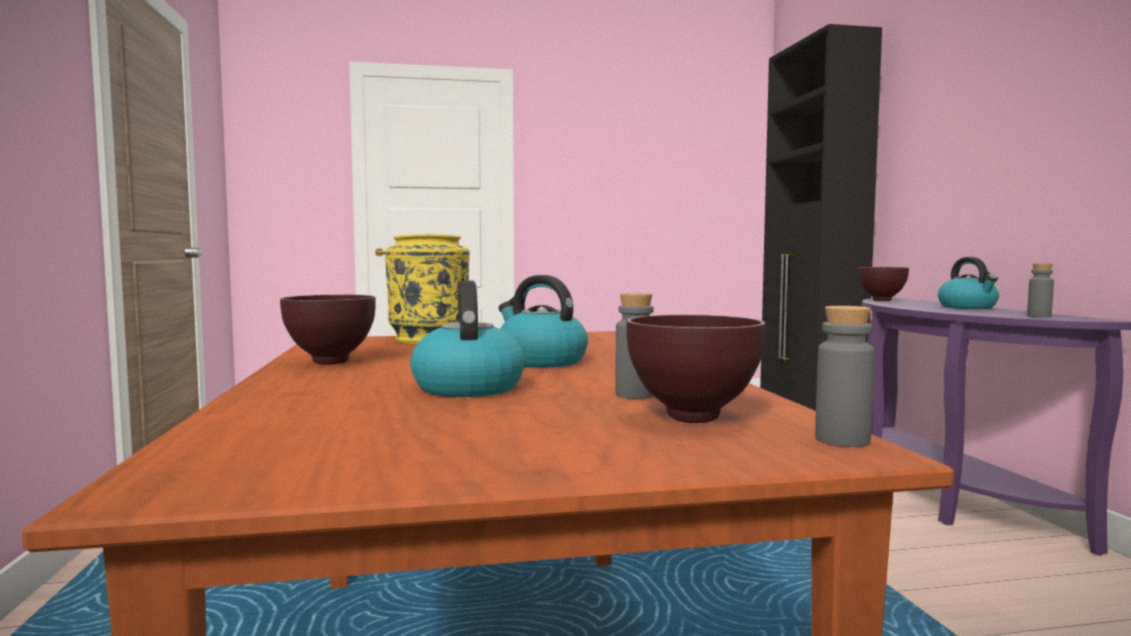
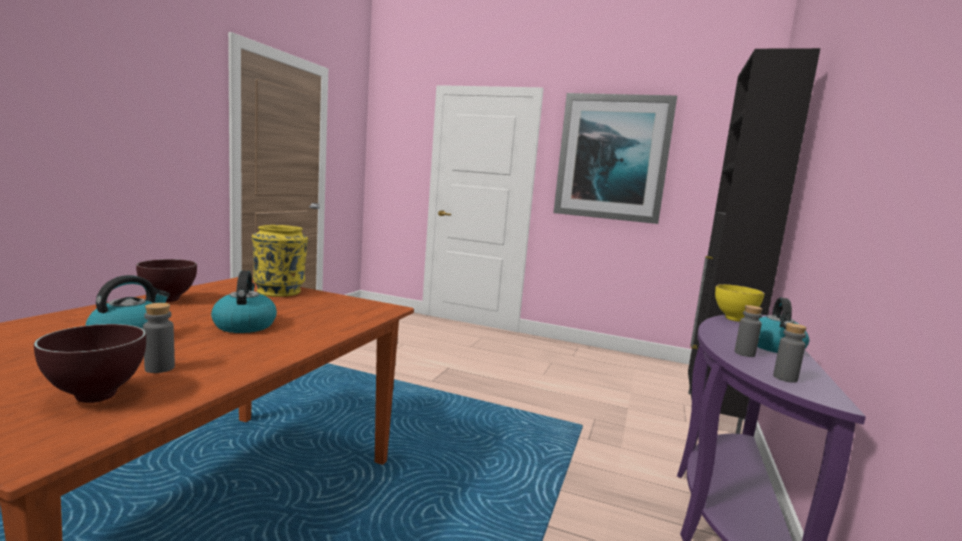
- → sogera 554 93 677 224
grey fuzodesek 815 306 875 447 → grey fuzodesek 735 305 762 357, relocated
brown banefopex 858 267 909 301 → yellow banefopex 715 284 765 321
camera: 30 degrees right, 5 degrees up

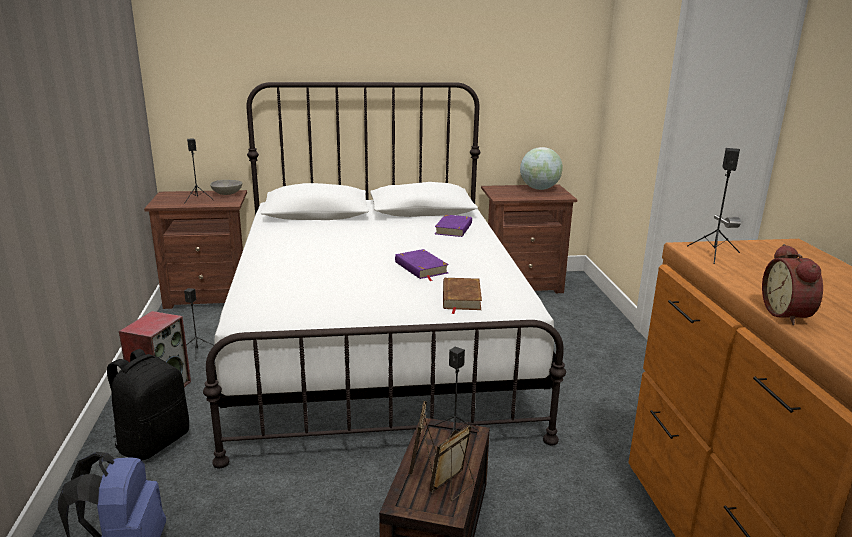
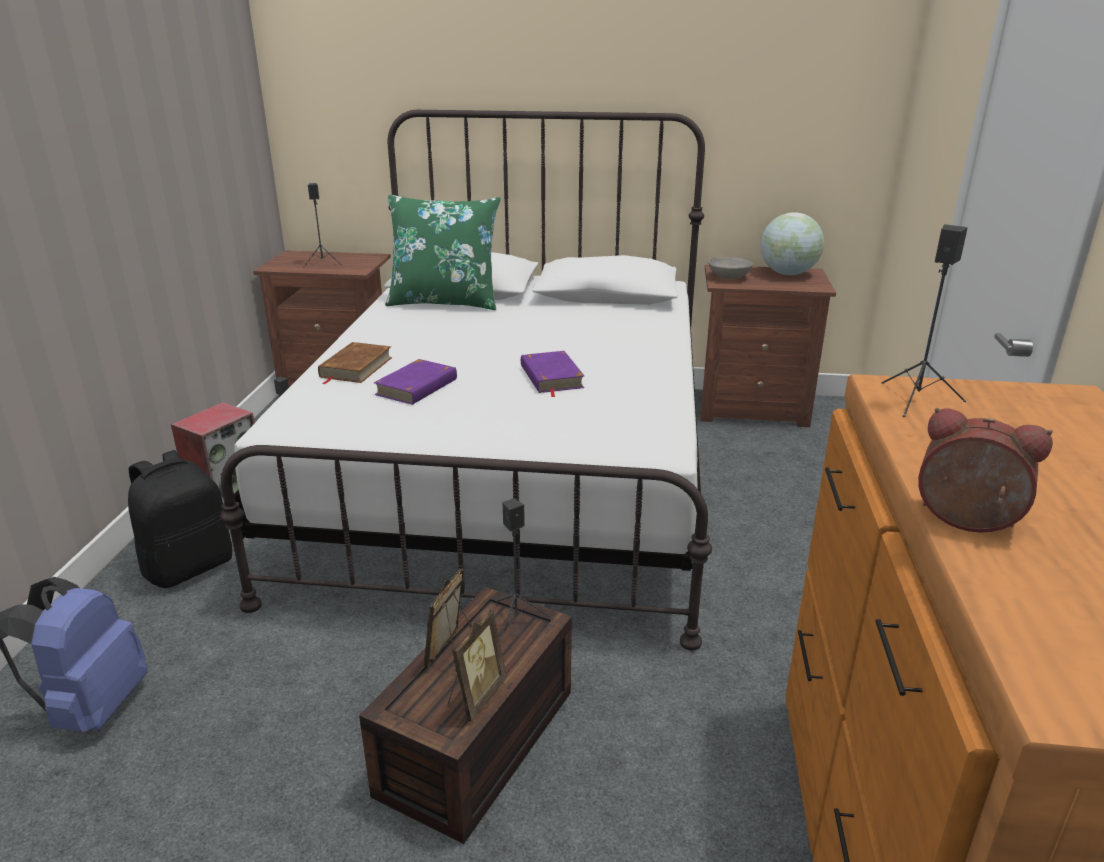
- → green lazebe 385 195 501 310
grey banefopex 210 180 242 195 → grey banefopex 708 257 753 279, relocated
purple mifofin 435 214 472 237 → purple mifofin 374 359 457 405, relocated
brown mifofin 443 278 482 314 → brown mifofin 318 342 392 384, relocated
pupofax 429 425 474 501 → pupofax 447 609 507 722, 150 degrees clockwise
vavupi 762 244 823 325 → vavupi 918 408 1053 533, 105 degrees clockwise
camera: 15 degrees right, 5 degrees up

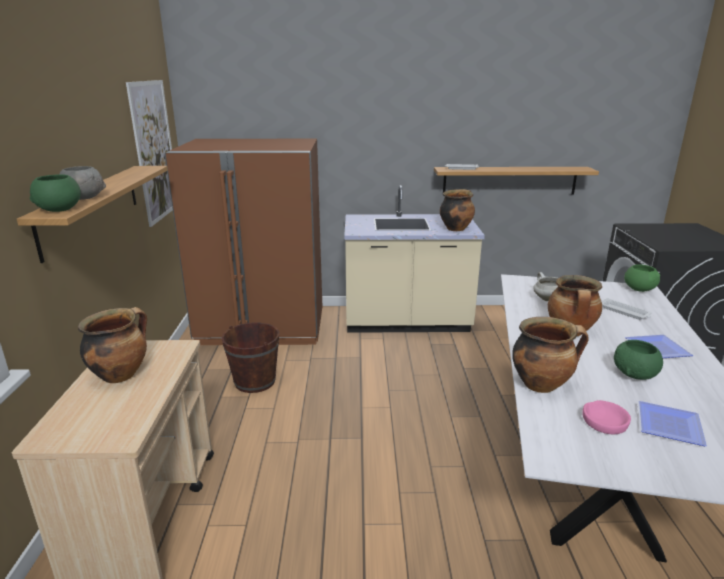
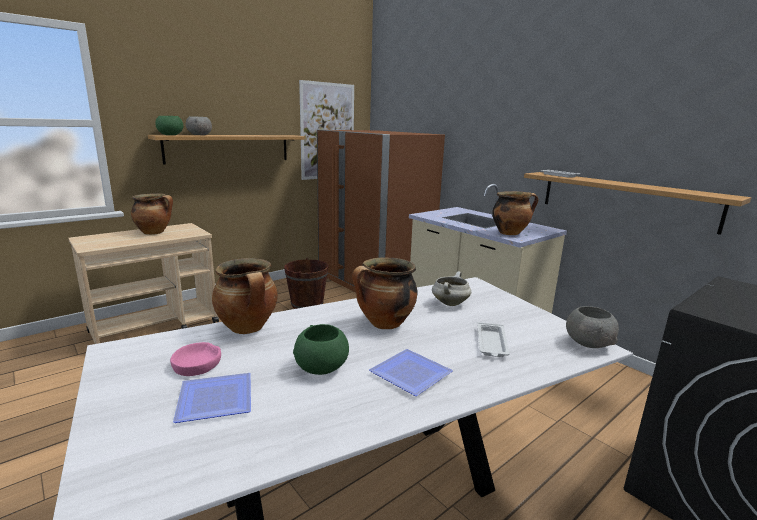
green banefopex 624 264 660 292 → grey banefopex 566 306 619 348
camera: 50 degrees right, 5 degrees down

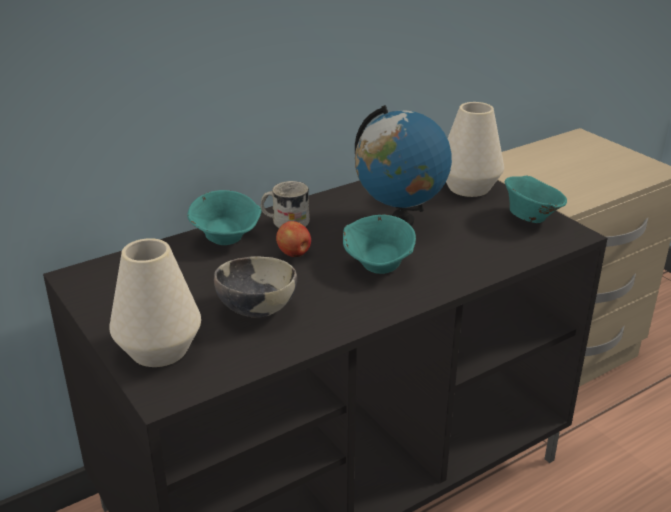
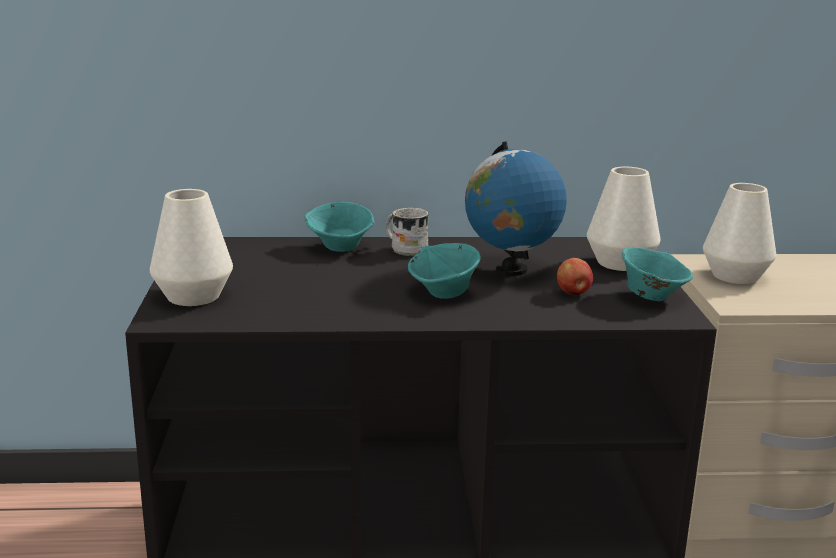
banefopex 214 256 297 318 → -
- → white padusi 703 183 776 284
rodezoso 276 221 311 257 → rodezoso 557 258 593 295, relocated
camera: 30 degrees right, 10 degrees down

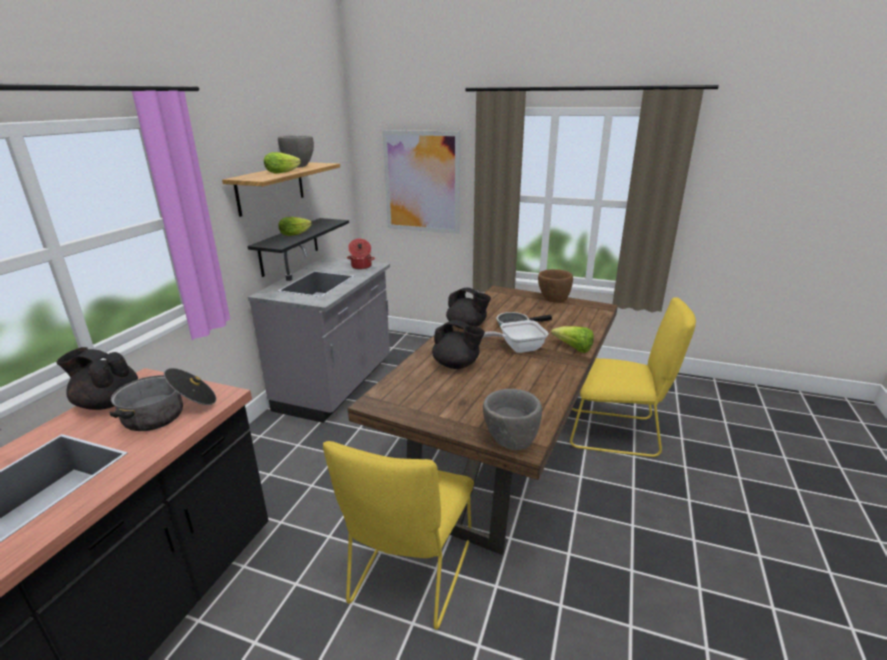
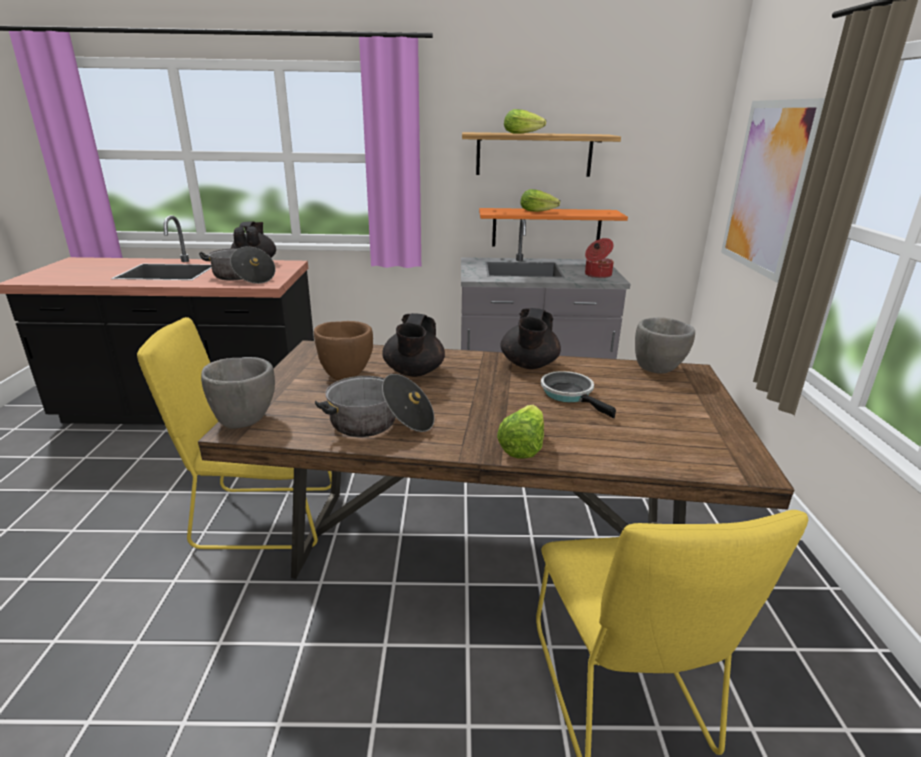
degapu 483 320 549 353 → -
- → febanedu 315 374 435 437
grey banefopex 278 135 314 168 → grey banefopex 635 317 695 374, relocated
brown banefopex 538 269 573 303 → brown banefopex 314 321 373 380, relocated
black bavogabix 248 218 349 277 → orange bavogabix 479 208 628 247
camera: 70 degrees right, 0 degrees up

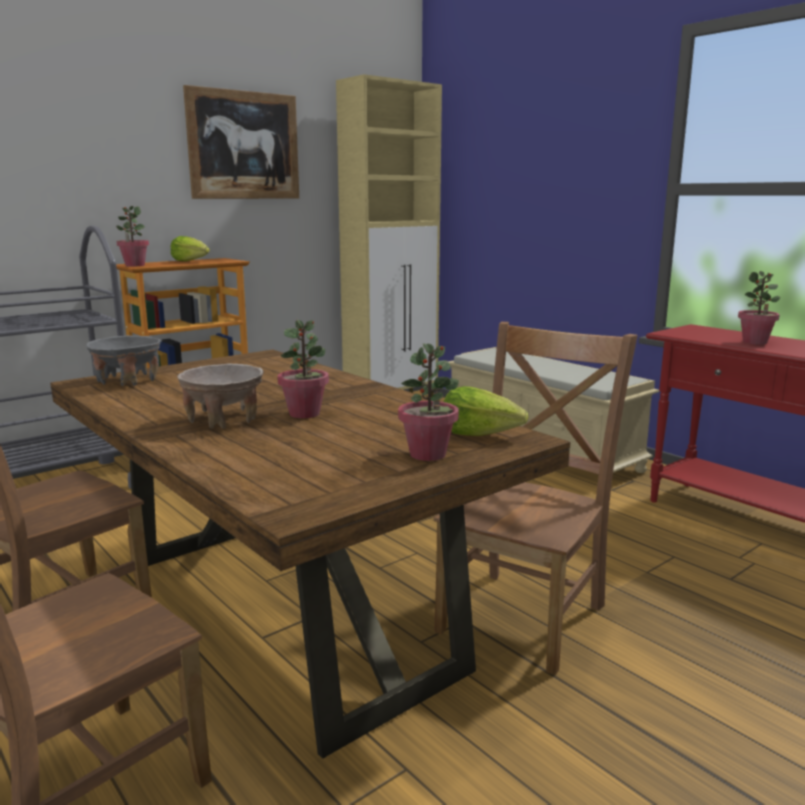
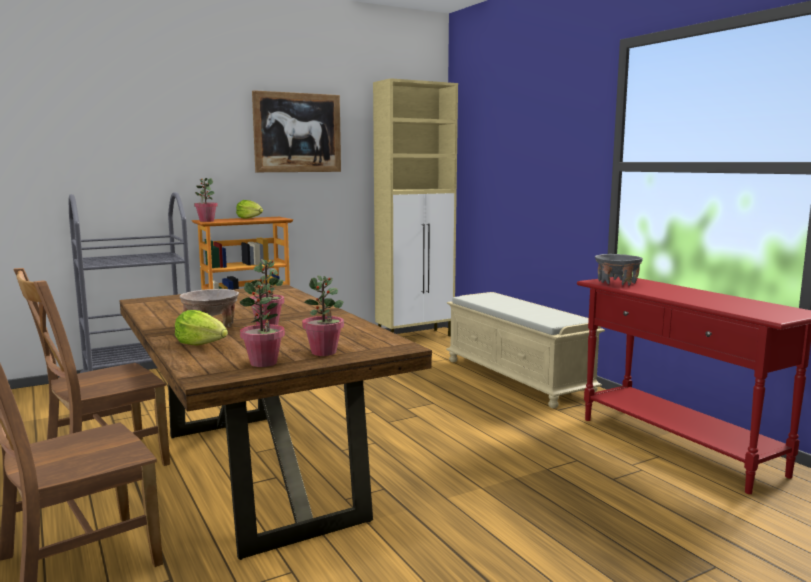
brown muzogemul 434 322 638 675 → -
grey banefopex 86 335 161 386 → grey banefopex 595 254 643 286, relocated
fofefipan 444 386 528 436 → fofefipan 175 310 228 345, relocated
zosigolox 738 271 781 345 → zosigolox 240 281 285 367, relocated
camera: 10 degrees right, 5 degrees down

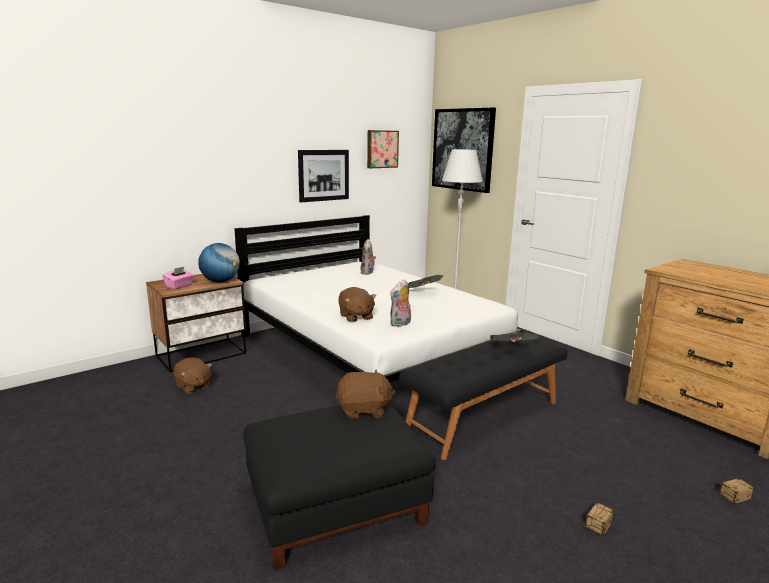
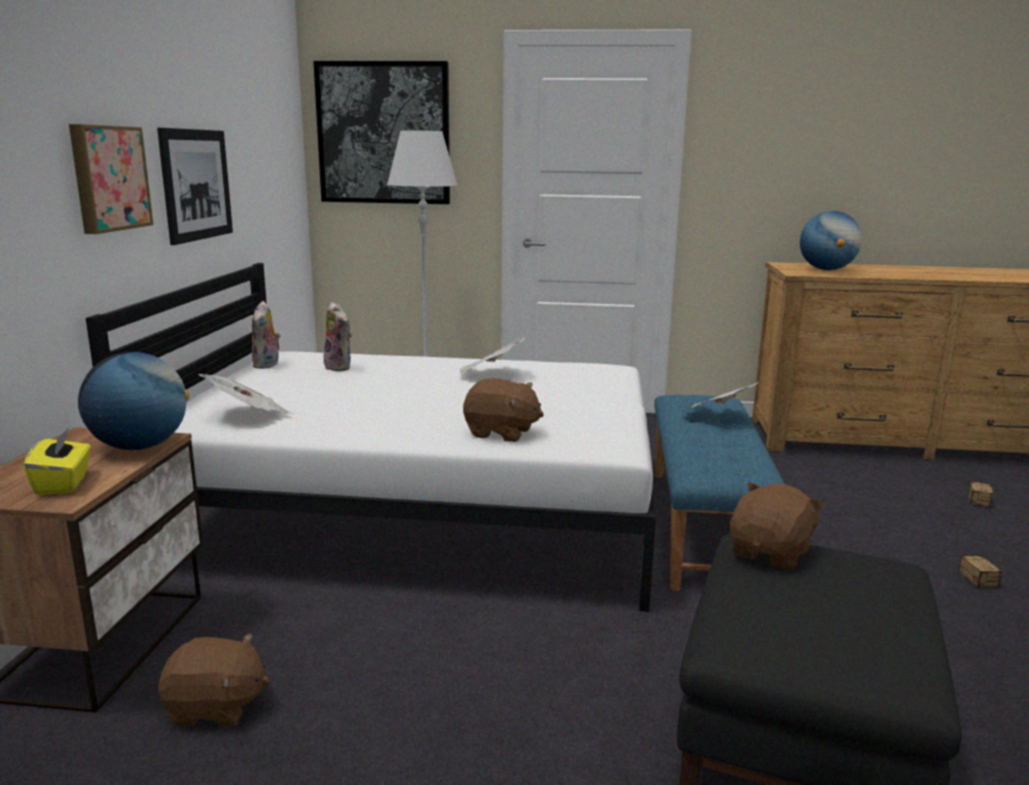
- → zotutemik 198 374 293 414
- → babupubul 800 211 862 270
sogera 367 130 399 168 → sogera 69 124 153 234, relocated
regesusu 390 279 411 327 → regesusu 252 301 280 369, relocated
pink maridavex 163 267 194 289 → yellow maridavex 24 428 91 495
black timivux 399 332 568 460 → blue timivux 654 395 785 591
camera: 45 degrees left, 0 degrees up

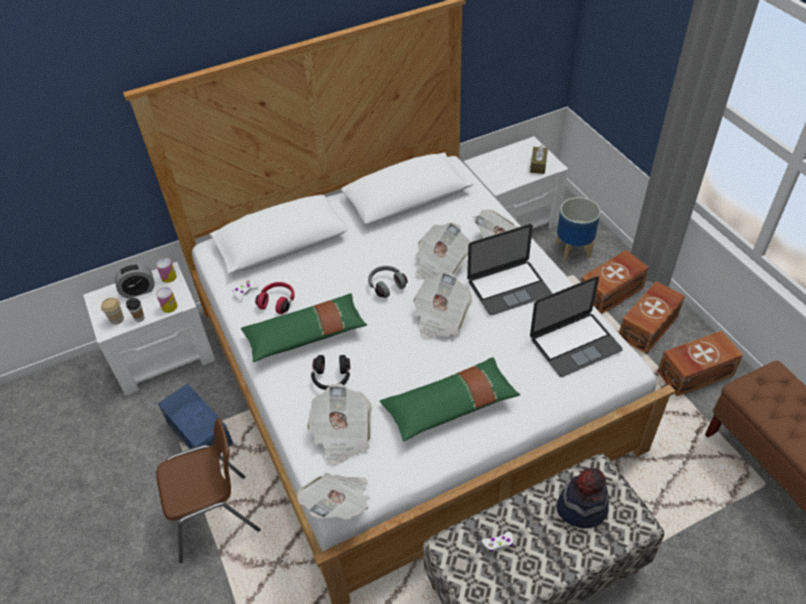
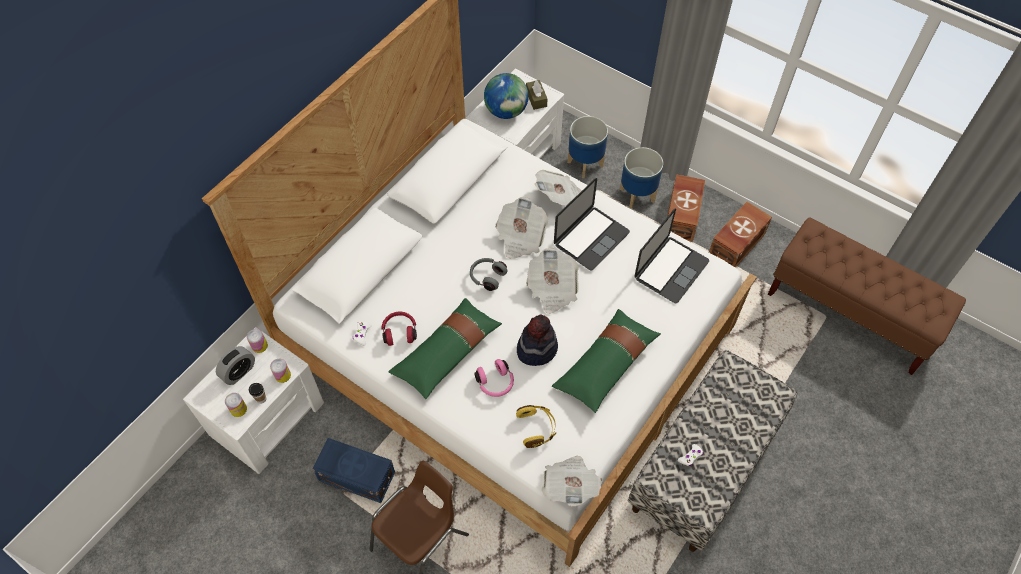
- → babupubul 484 73 529 119
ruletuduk 557 468 609 528 → ruletuduk 517 315 558 366, relocated
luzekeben 101 298 124 325 → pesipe 225 393 247 417
zotutemik 307 383 372 465 → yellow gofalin 516 405 556 448
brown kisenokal 580 250 649 314 → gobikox 620 147 663 209
black gofalin 311 355 350 390 → pink gofalin 474 359 514 397
camera: 30 degrees left, 10 degrees up

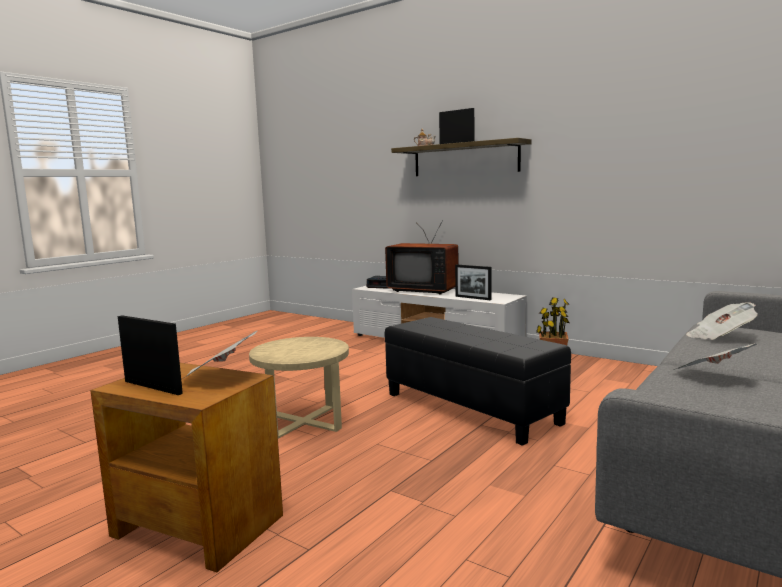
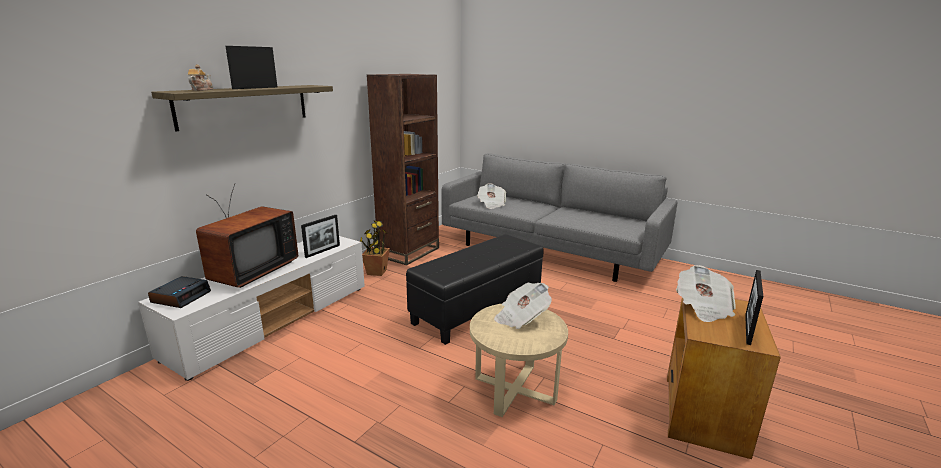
- → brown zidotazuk 367 74 439 266
zotutemik 673 343 757 370 → zotutemik 494 283 552 329, relocated
camera: 95 degrees left, 10 degrees up

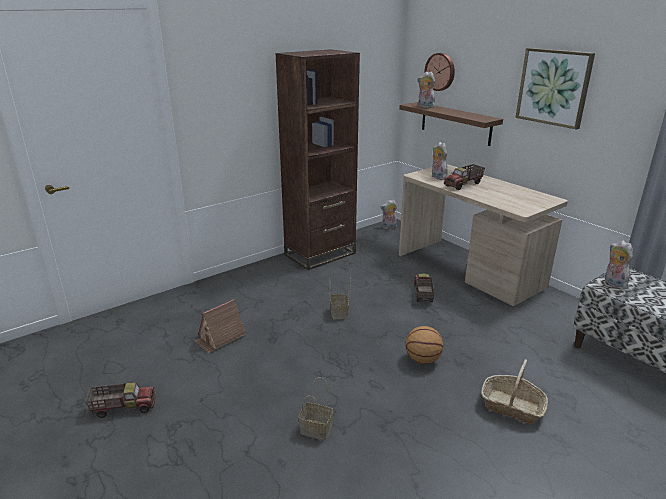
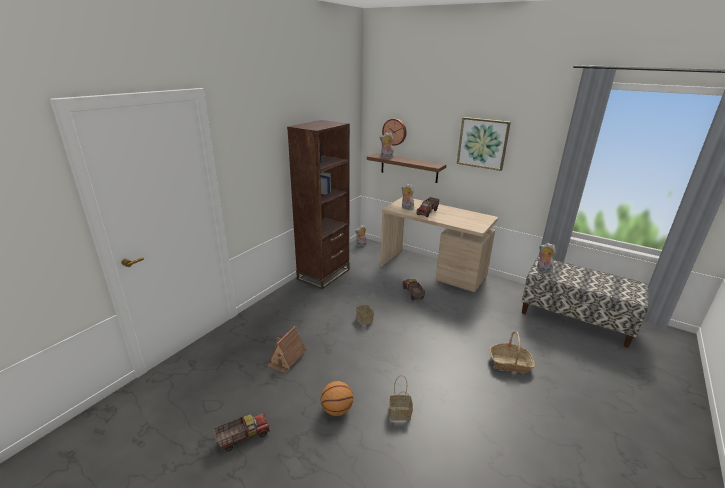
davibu 405 326 443 364 → davibu 320 381 353 416, relocated
camera: 20 degrees left, 0 degrees up

